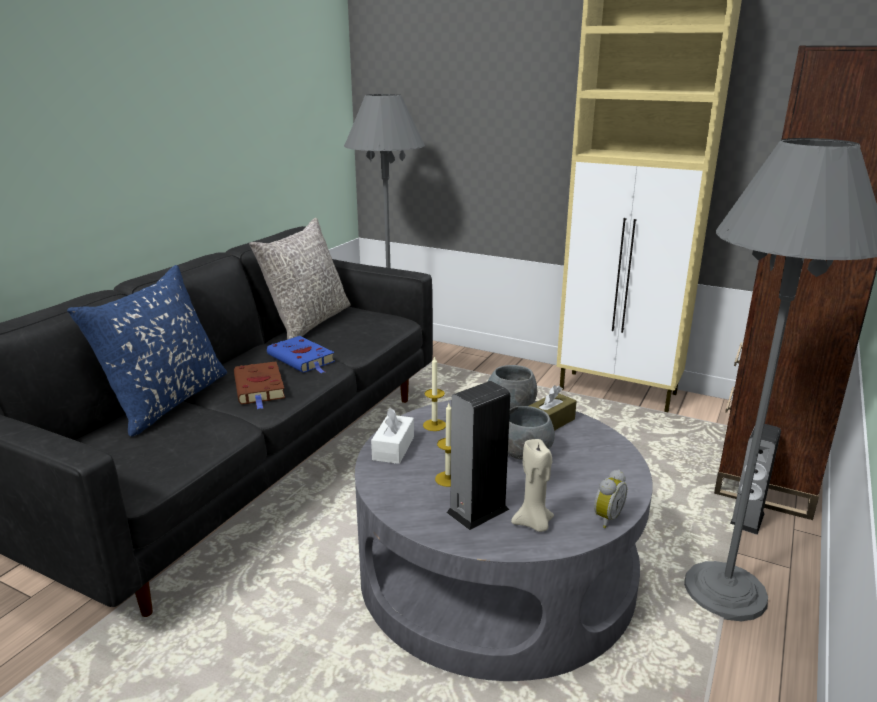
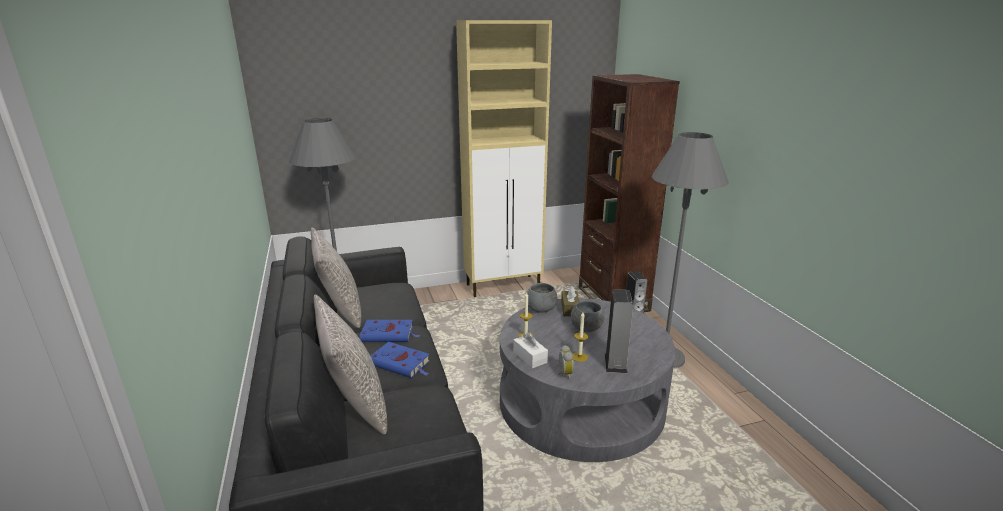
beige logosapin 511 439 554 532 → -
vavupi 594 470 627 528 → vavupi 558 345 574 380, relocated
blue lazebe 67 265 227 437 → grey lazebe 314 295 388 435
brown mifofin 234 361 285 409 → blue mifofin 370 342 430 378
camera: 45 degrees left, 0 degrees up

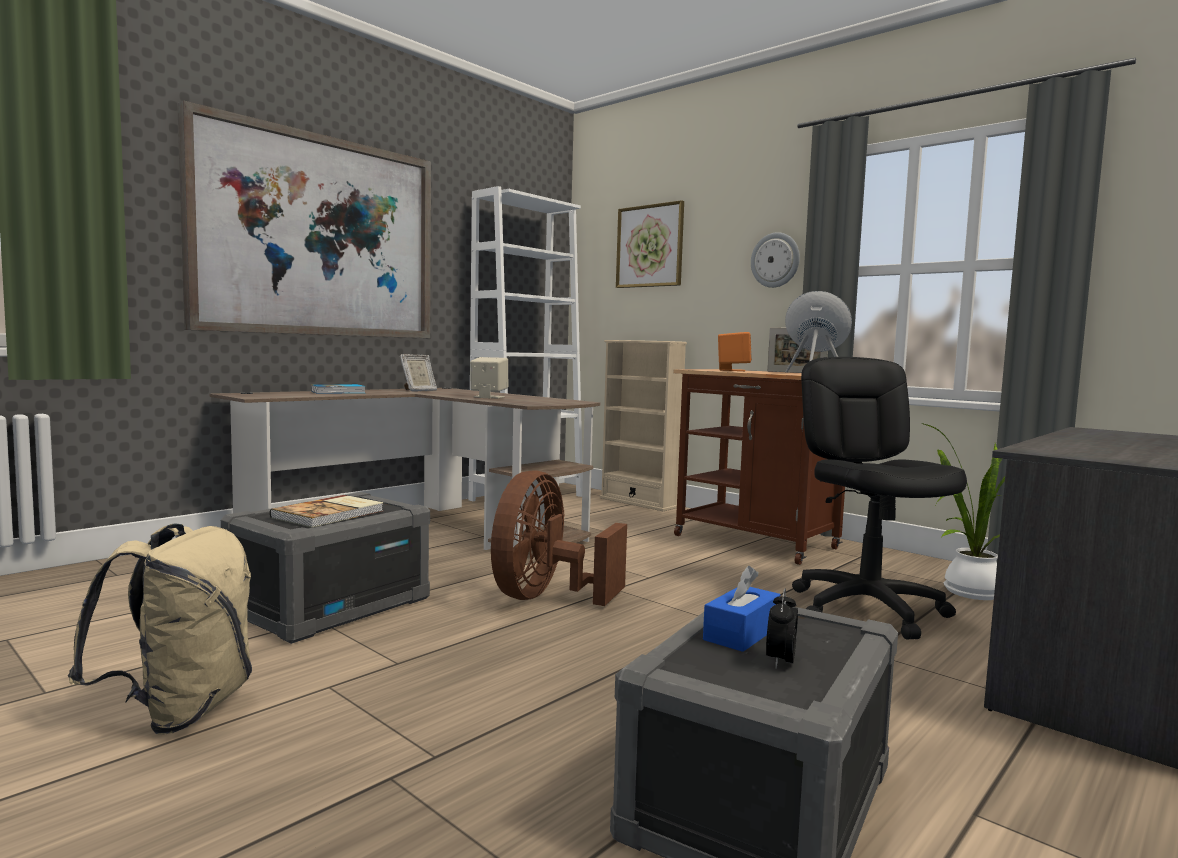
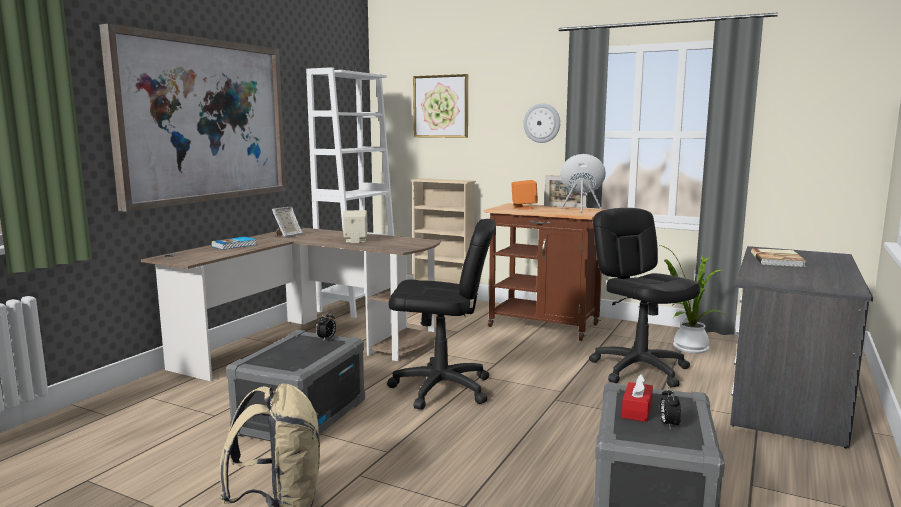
- → vavupi 316 311 336 339
mifofin 270 495 383 527 → mifofin 751 248 806 267, relocated
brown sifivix 491 470 627 606 → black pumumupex 387 219 496 410
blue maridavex 703 566 780 652 → red maridavex 622 374 653 422
camera: 15 degrees left, 5 degrees up

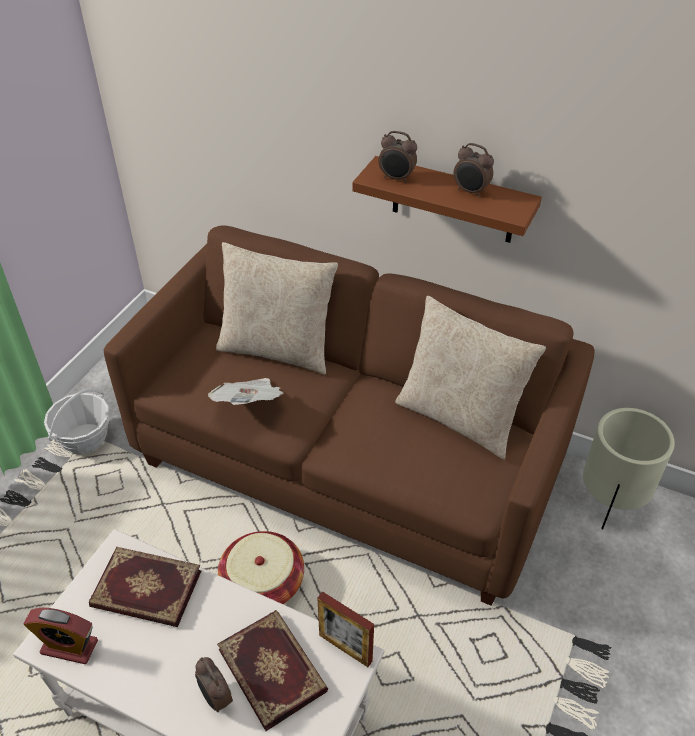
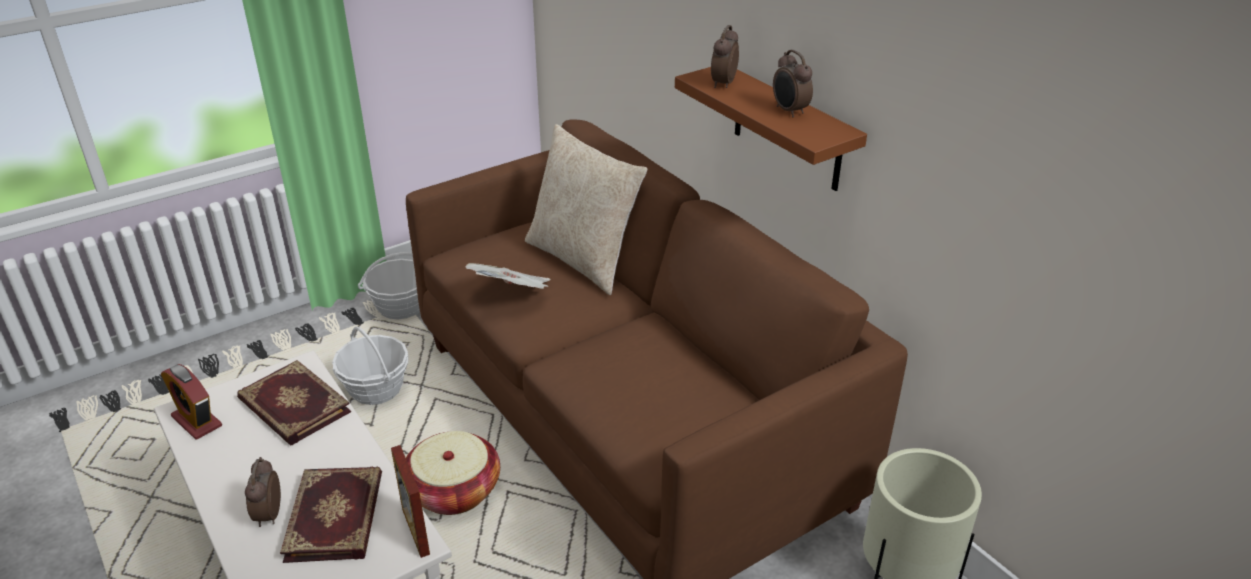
beige lazebe 395 296 546 460 → -
- → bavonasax 332 326 408 405
vavupi 378 131 417 183 → vavupi 711 25 739 88, 60 degrees clockwise
camera: 30 degrees right, 10 degrees down

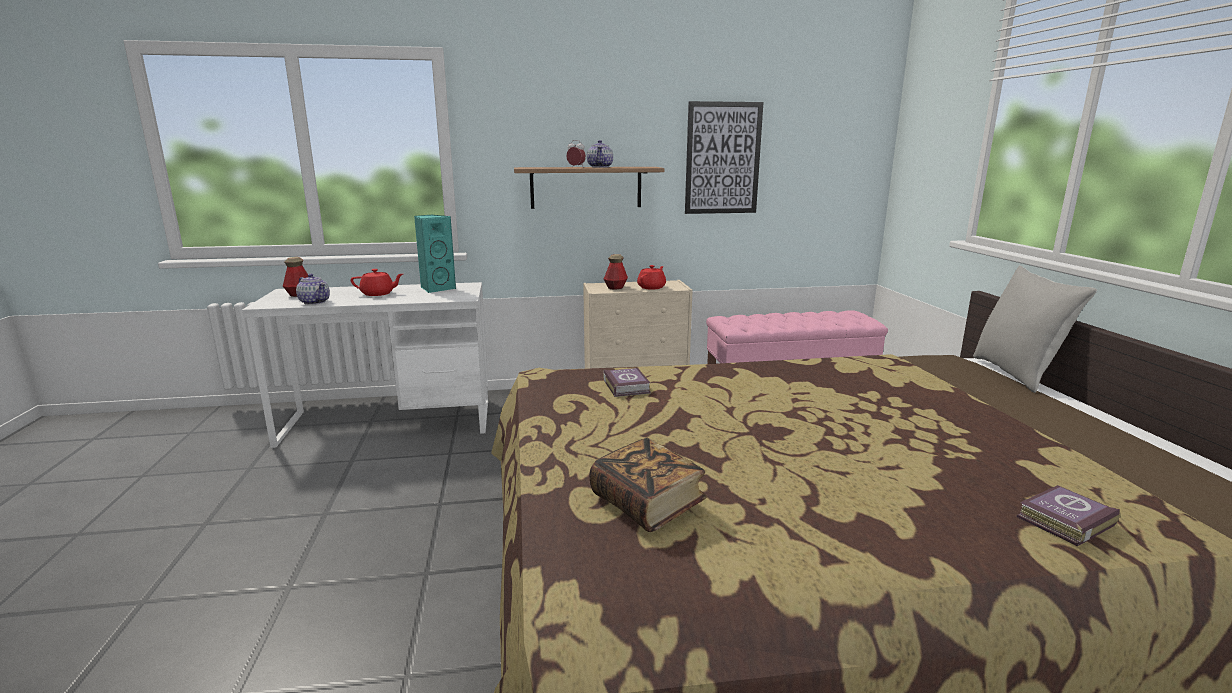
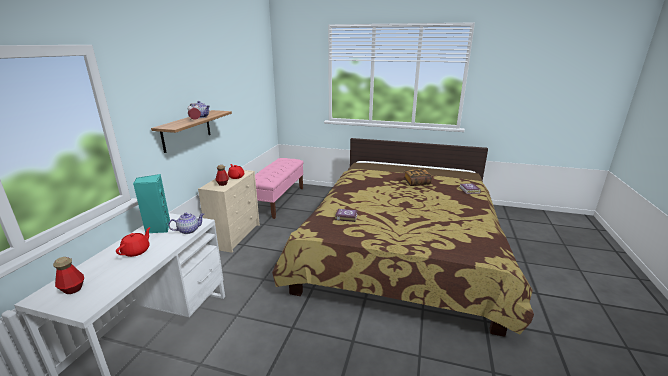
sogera 685 101 764 214 → -
grey lazebe 973 265 1097 393 → -
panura 296 274 330 305 → panura 168 213 204 234, relocated
mifofin 589 438 707 532 → mifofin 404 169 432 186, relocated
camera: 65 degrees left, 5 degrees up

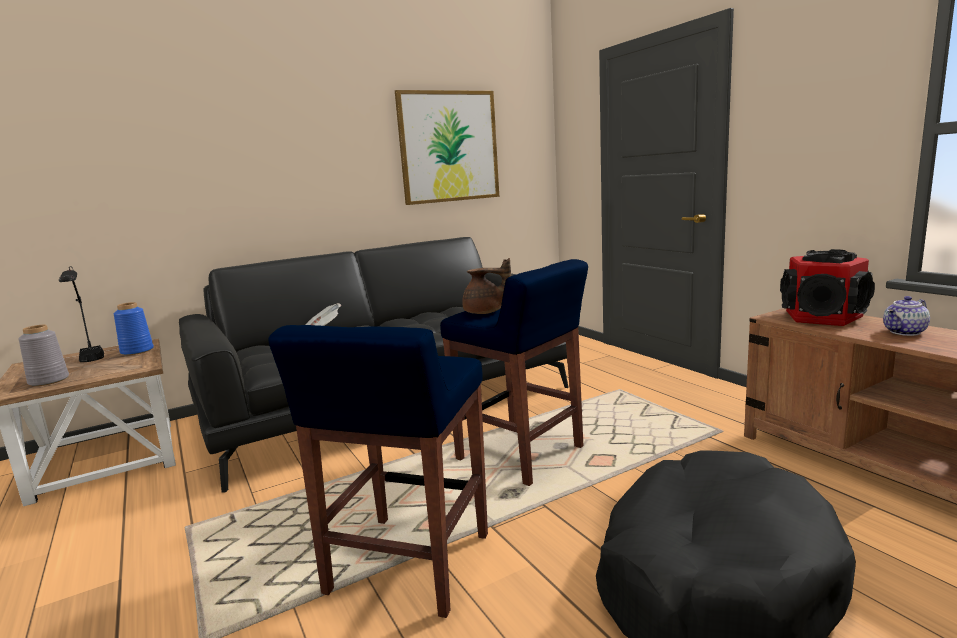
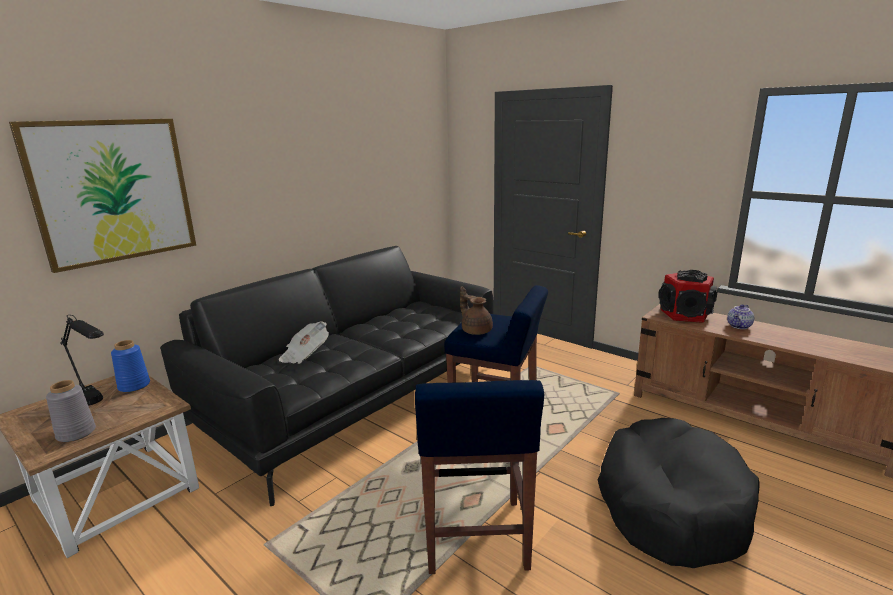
sogera 395 90 499 205 → sogera 9 119 196 273, relocated
brown panura 462 258 511 314 → brown panura 460 286 493 335, 120 degrees counterclockwise
camera: 20 degrees left, 5 degrees up

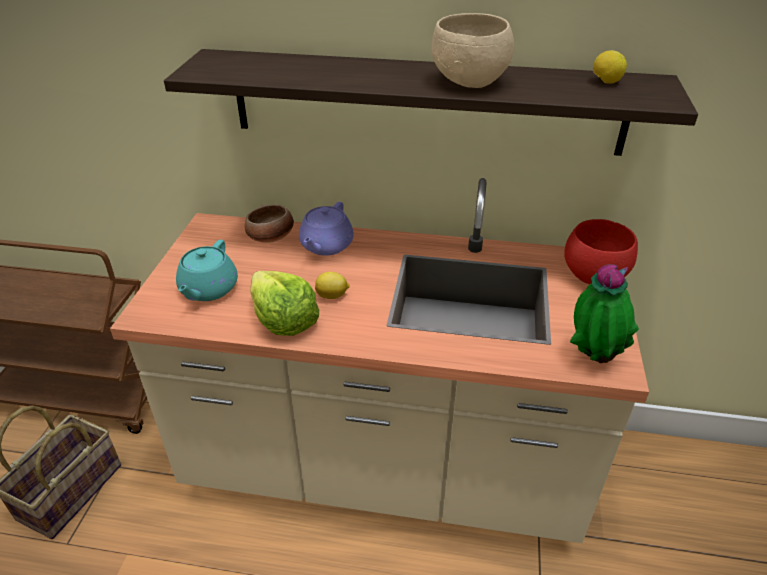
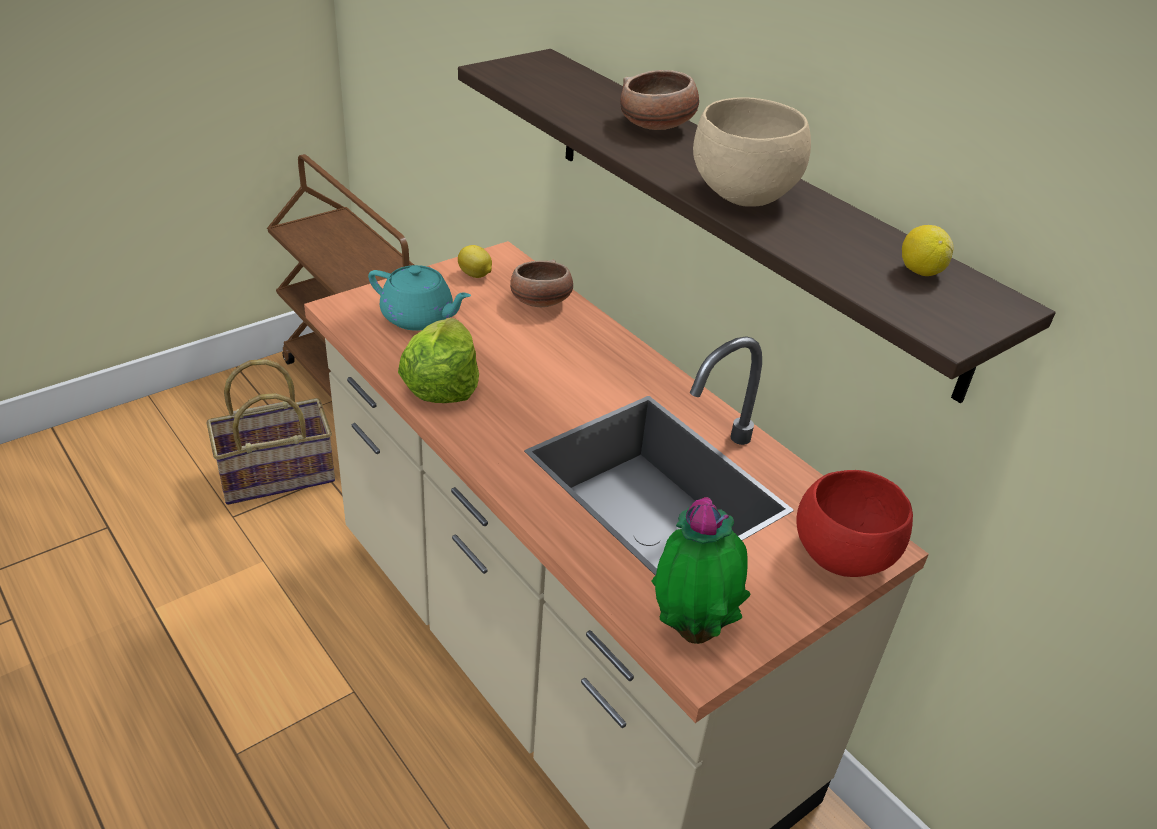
purple panura 299 202 354 256 → -
- → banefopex 620 70 699 130
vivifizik 315 272 349 299 → vivifizik 458 245 492 278, relocated
turquoise panura 176 240 238 301 → turquoise panura 368 265 471 331, 120 degrees counterclockwise
camera: 40 degrees right, 0 degrees up

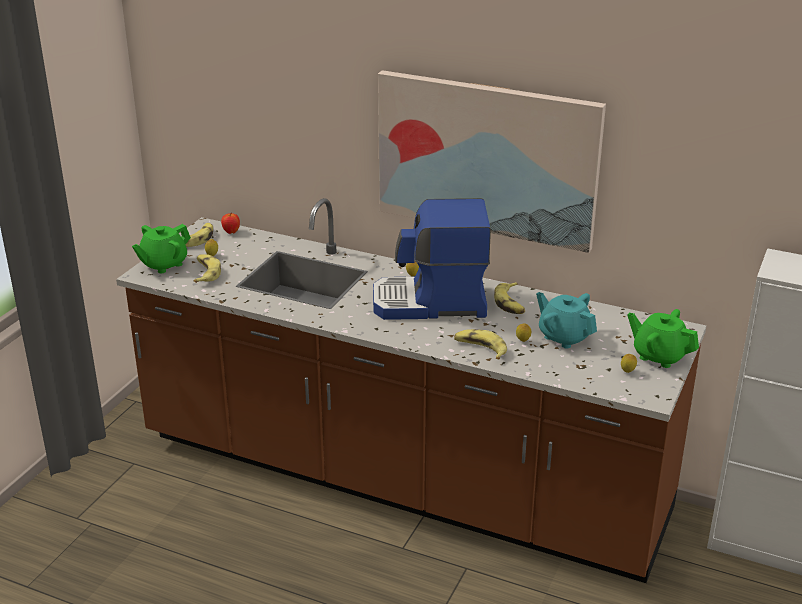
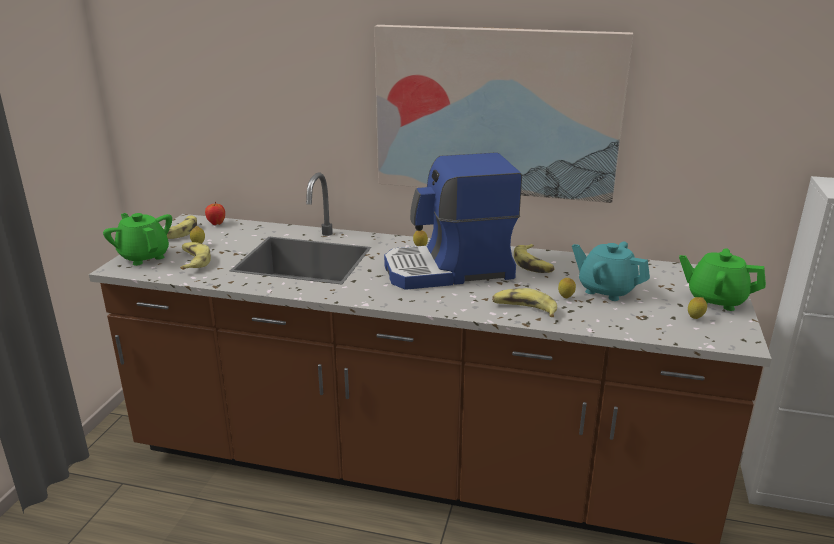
green panura 132 224 191 273 → green panura 103 213 172 266, 105 degrees clockwise
camera: 10 degrees left, 5 degrees down

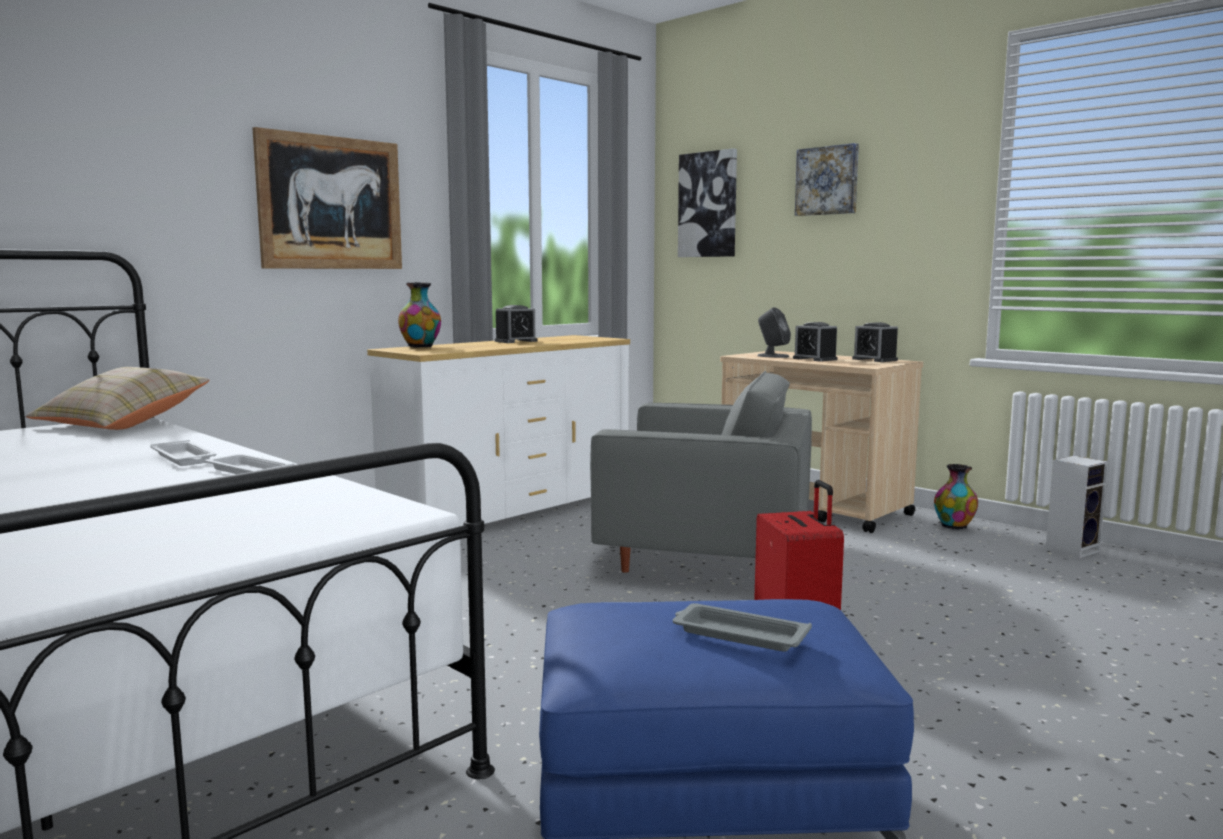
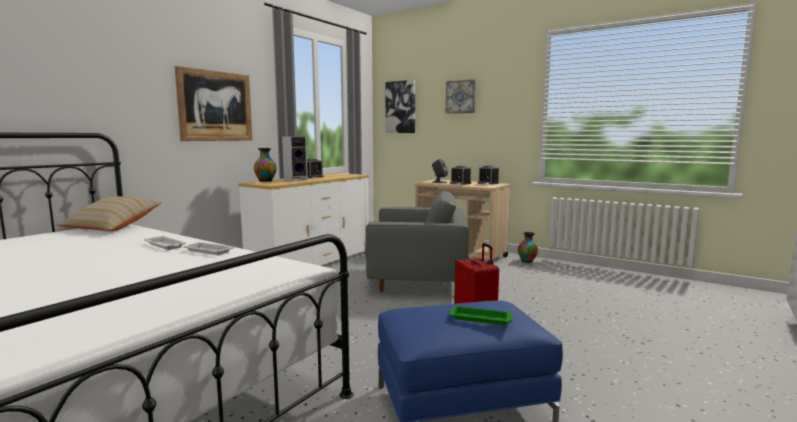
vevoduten 1046 456 1108 558 → vevoduten 282 136 308 181, relocated
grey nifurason 673 603 812 652 → green nifurason 448 305 513 325
camera: 10 degrees left, 0 degrees up

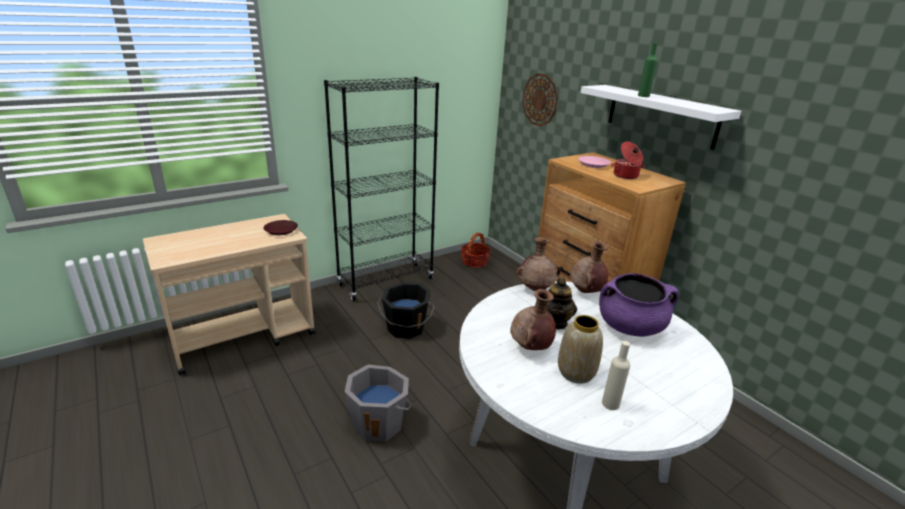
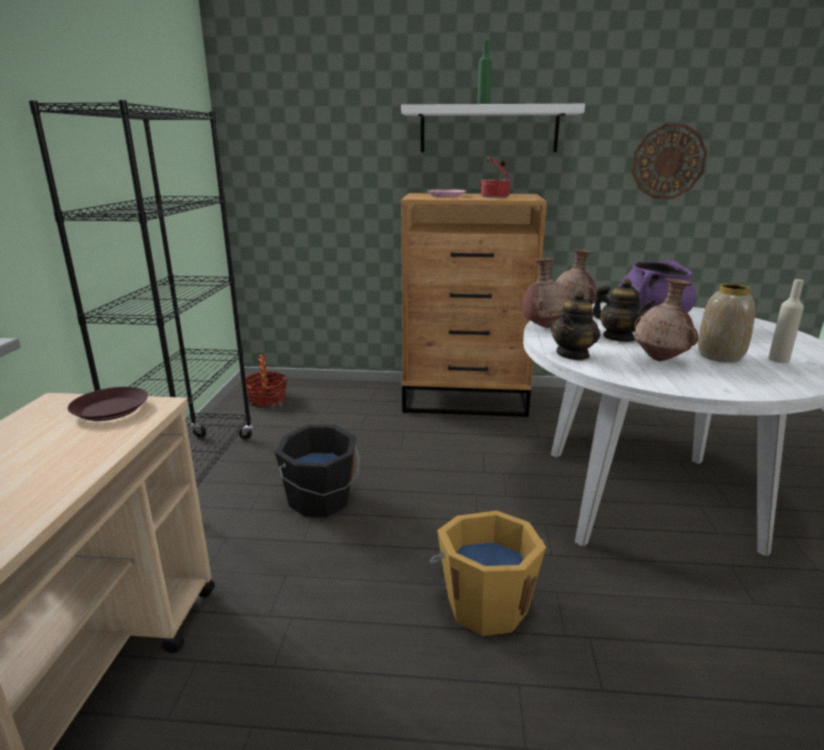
- → panura 551 290 600 360
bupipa 522 73 558 127 → bupipa 631 124 707 199, relocated
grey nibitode 345 365 412 442 → orange nibitode 429 511 546 636
camera: 50 degrees left, 5 degrees down

